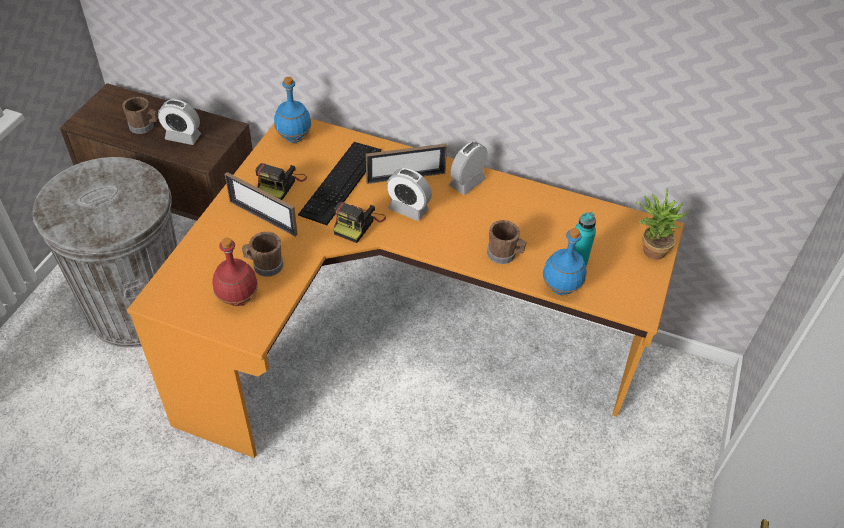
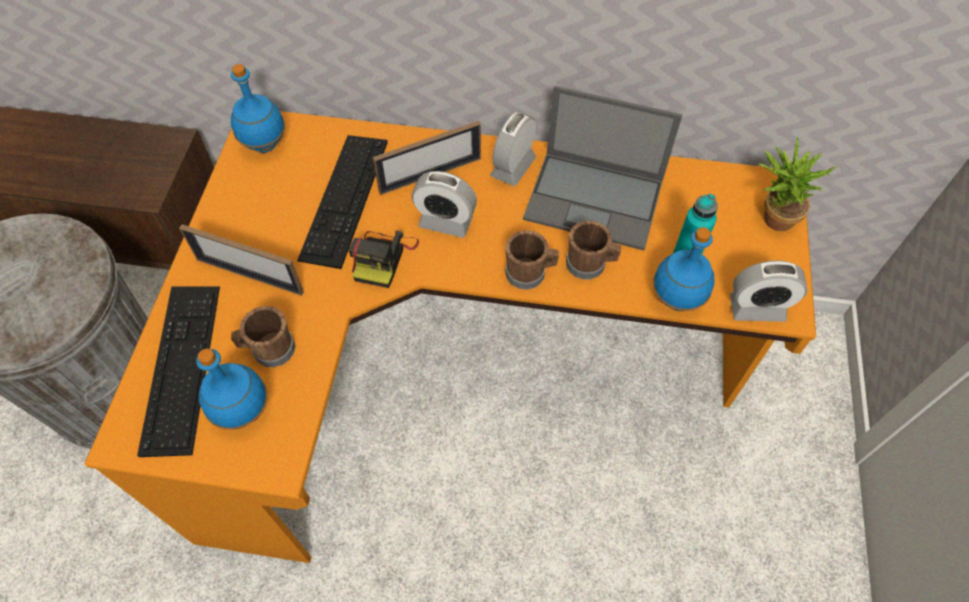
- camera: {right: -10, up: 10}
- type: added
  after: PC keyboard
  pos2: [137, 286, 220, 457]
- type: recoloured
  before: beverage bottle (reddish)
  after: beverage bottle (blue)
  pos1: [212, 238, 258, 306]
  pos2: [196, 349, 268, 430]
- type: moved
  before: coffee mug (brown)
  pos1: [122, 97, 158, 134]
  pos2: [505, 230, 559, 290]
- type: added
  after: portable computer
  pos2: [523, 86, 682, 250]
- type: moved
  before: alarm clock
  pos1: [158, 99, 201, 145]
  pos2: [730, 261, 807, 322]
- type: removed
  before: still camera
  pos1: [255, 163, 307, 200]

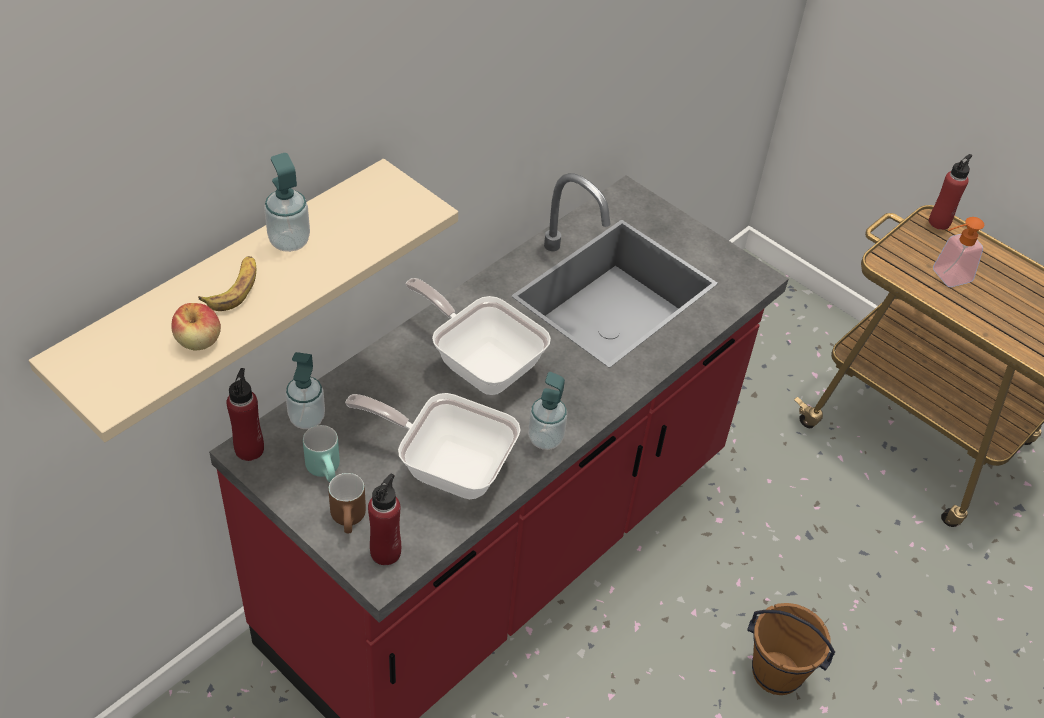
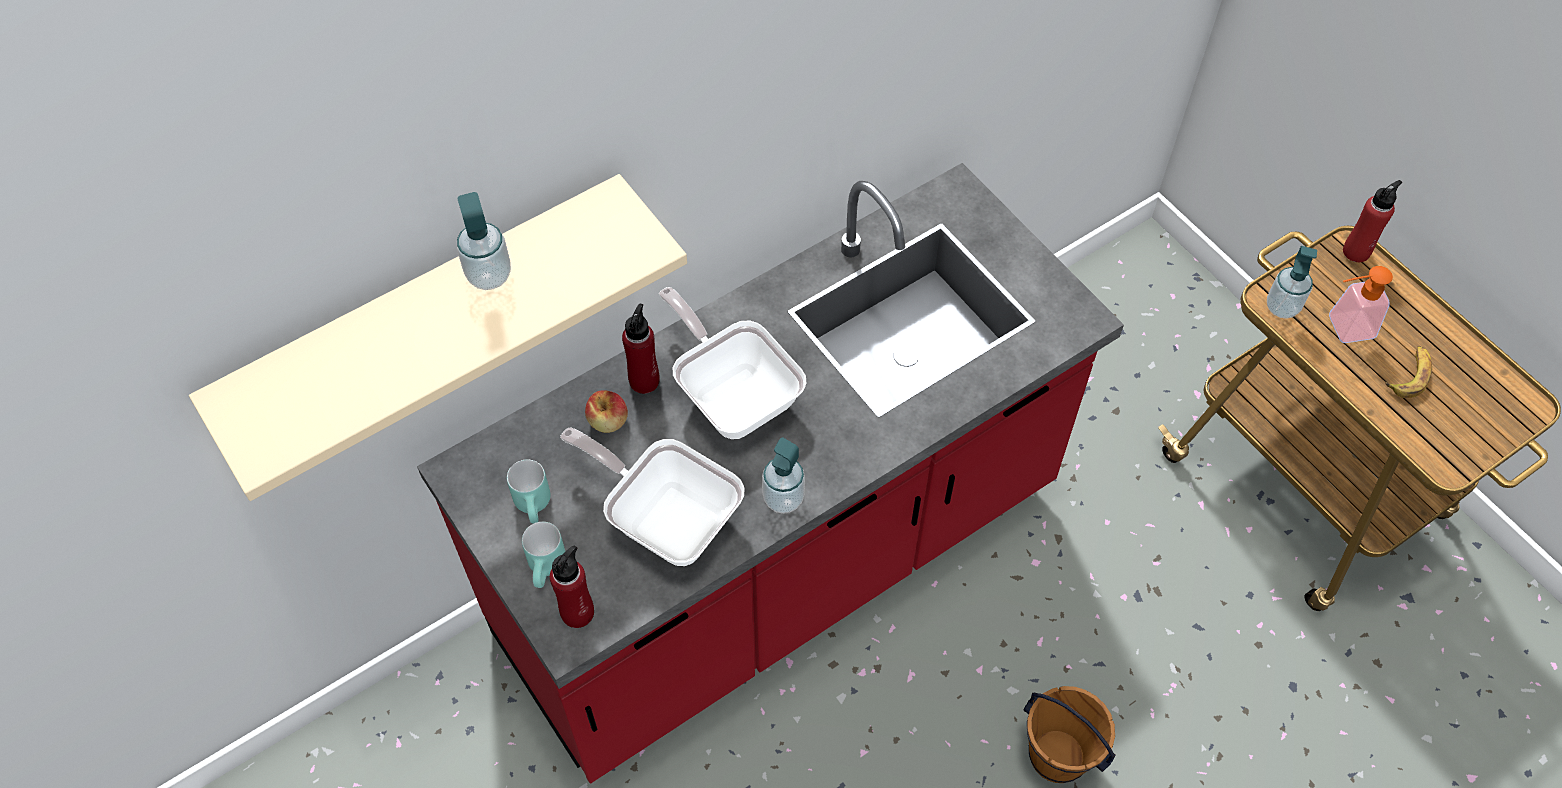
- camera: {right: 15, up: 10}
- type: recoloured
  before: coffee mug (brown)
  after: coffee mug (turquoise-coloured)
  pos1: [328, 473, 366, 533]
  pos2: [522, 522, 565, 588]
- type: moved
  before: apple
  pos1: [171, 303, 221, 350]
  pos2: [585, 390, 628, 433]
- type: moved
  before: beverage bottle (reddish)
  pos1: [226, 368, 264, 461]
  pos2: [622, 303, 660, 394]
- type: moved
  before: soap dispenser
  pos1: [285, 352, 325, 429]
  pos2: [1267, 246, 1317, 319]
- type: moved
  before: banana
  pos1: [198, 256, 256, 311]
  pos2: [1385, 346, 1432, 398]

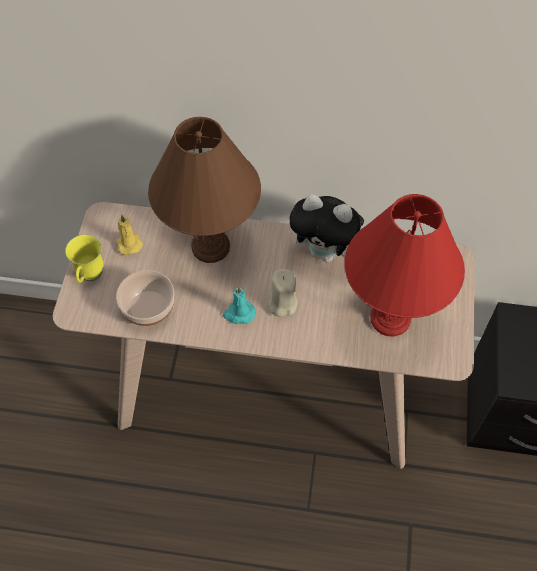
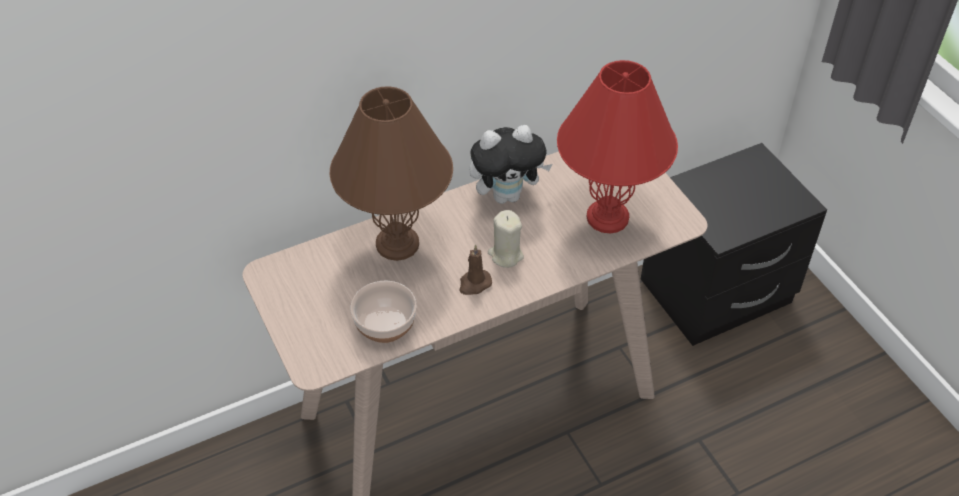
- camera: {right: -35, up: -10}
- type: recoloured
  before: wax light (turquoise-coloured)
  after: wax light (brown)
  pos1: [223, 286, 255, 324]
  pos2: [459, 244, 492, 295]
- type: removed
  before: coffee mug (yellow-coloured)
  pos1: [65, 234, 104, 283]
- type: removed
  before: wax light (yellow-coloured)
  pos1: [116, 215, 143, 255]

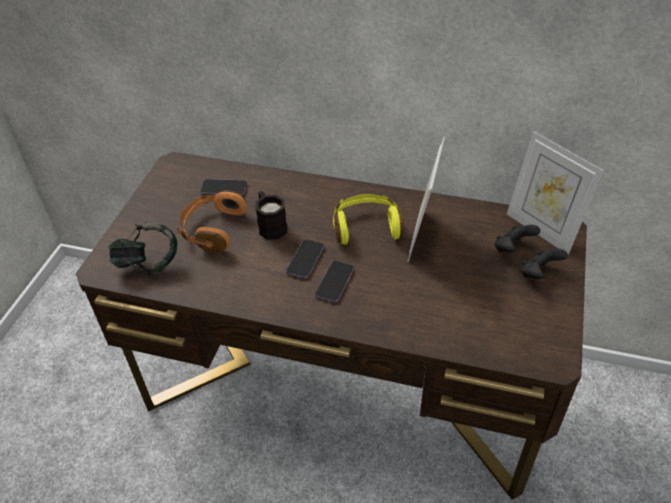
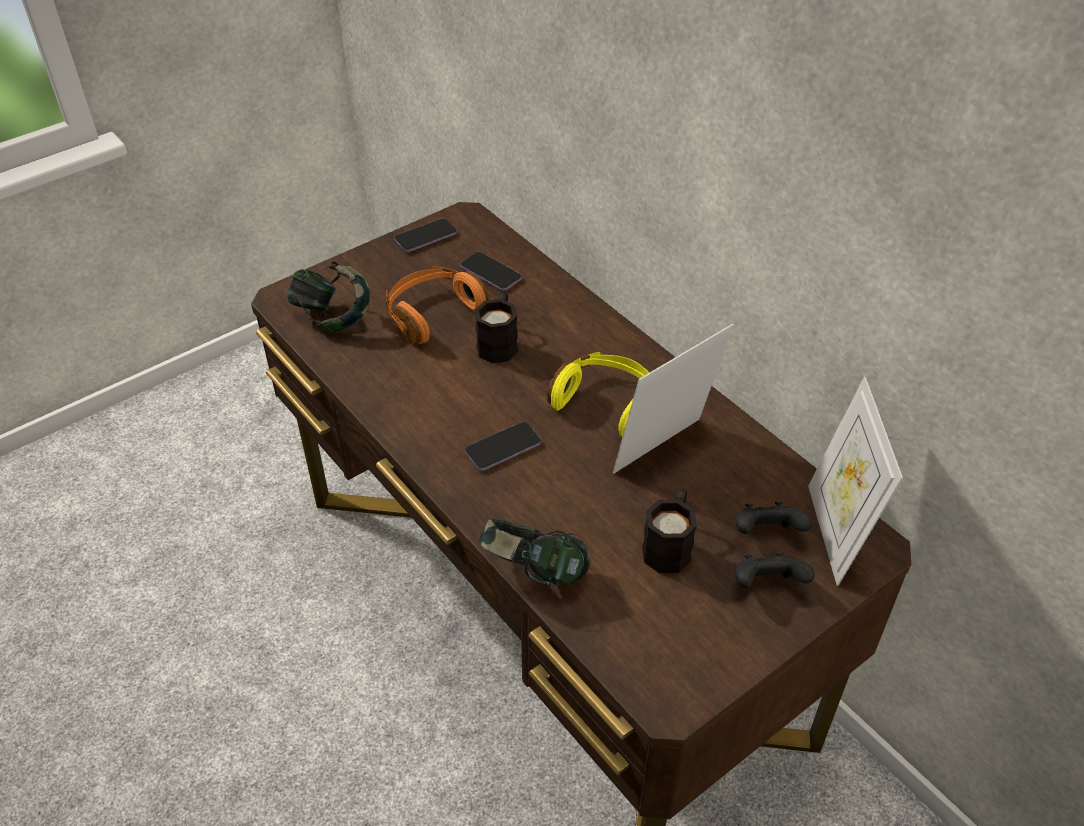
- camera: {right: 35, up: 0}
- type: moved
  before: handset
  pos1: [286, 239, 324, 279]
  pos2: [394, 218, 457, 252]
- type: added
  after: headset
  pos2: [479, 519, 590, 586]
- type: added
  after: coffee mug (black-coloured)
  pos2: [642, 488, 697, 573]

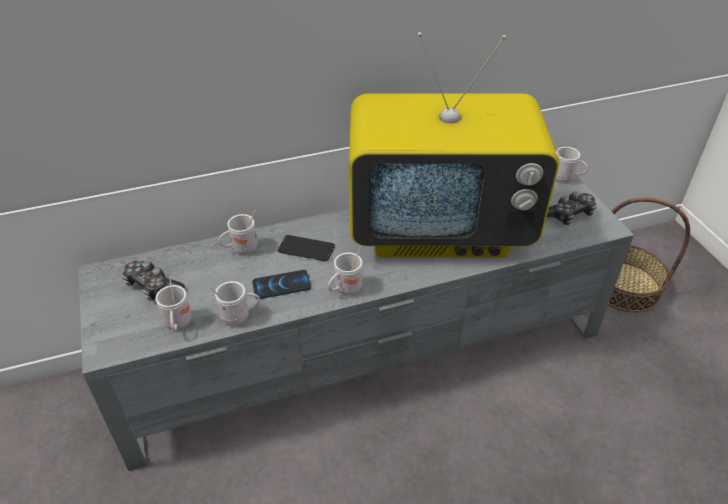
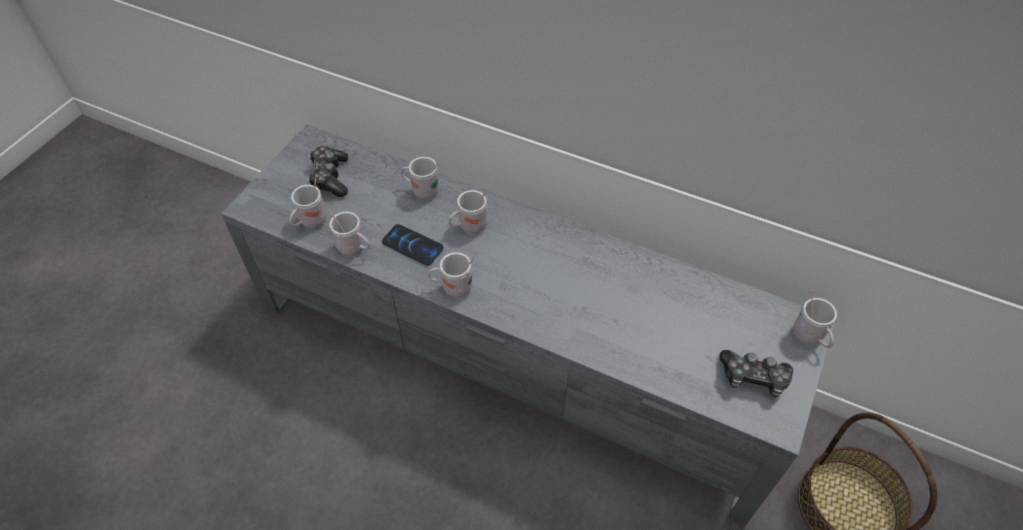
- camera: {right: 45, up: 10}
- type: replaced
  before: handset
  after: coffee mug (white)
  pos1: [278, 235, 335, 261]
  pos2: [448, 187, 487, 234]
- type: removed
  before: TV set
  pos1: [349, 32, 559, 257]

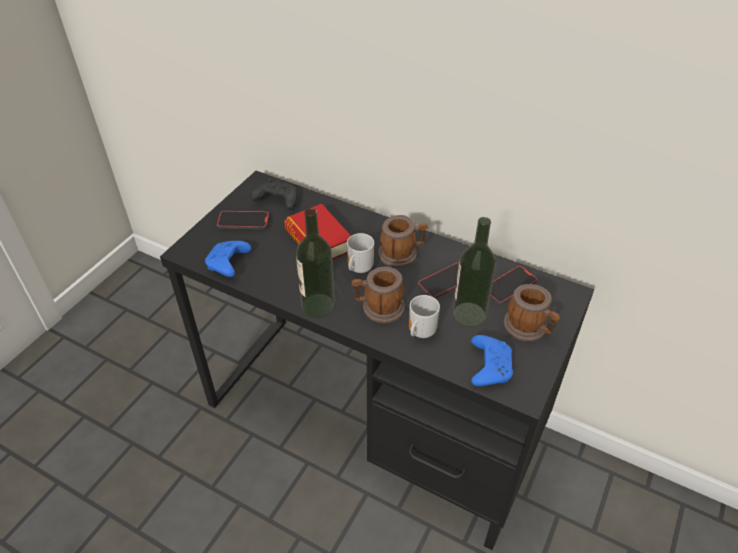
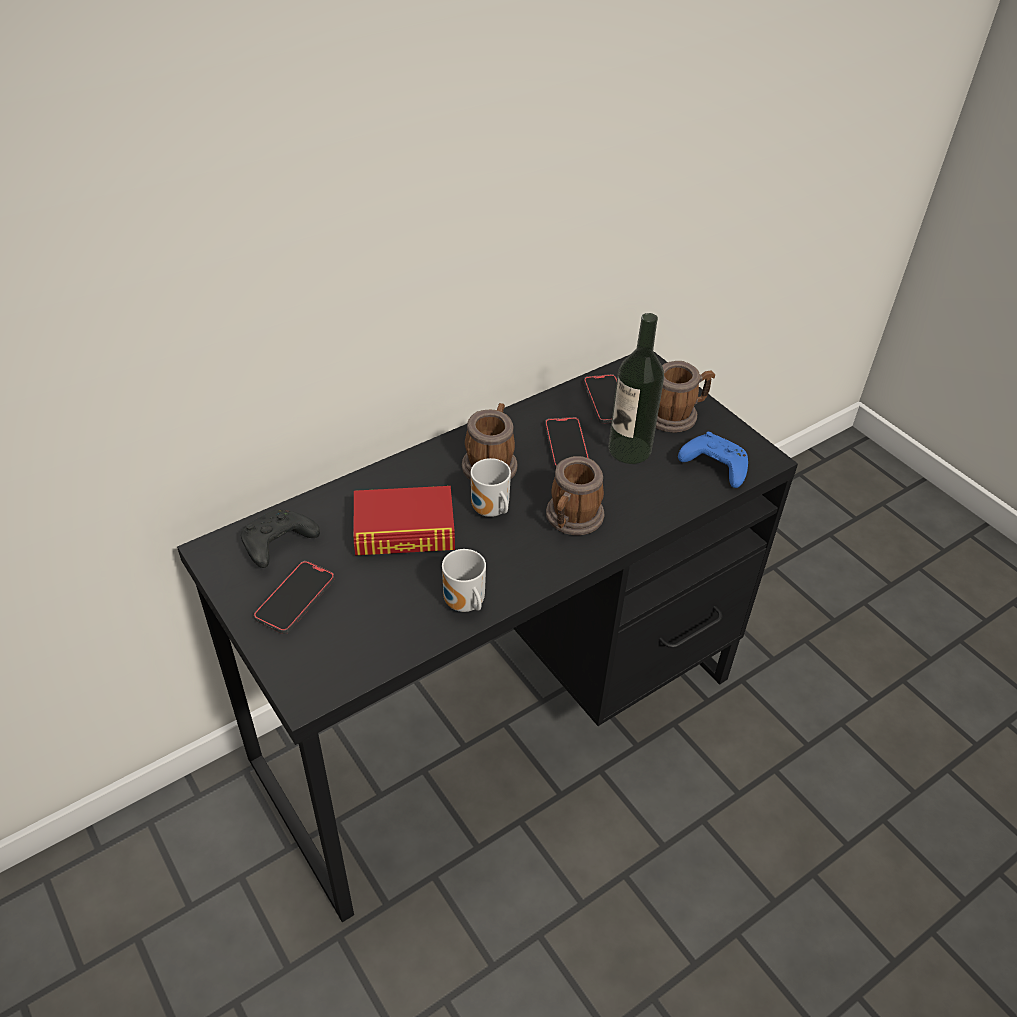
- camera: {right: -65, up: 0}
- type: moved
  before: coffee mug
  pos1: [409, 295, 440, 338]
  pos2: [442, 549, 486, 612]
- type: removed
  before: game controller (blue)
  pos1: [205, 241, 252, 277]
- type: removed
  before: beverage bottle
  pos1: [296, 208, 335, 318]

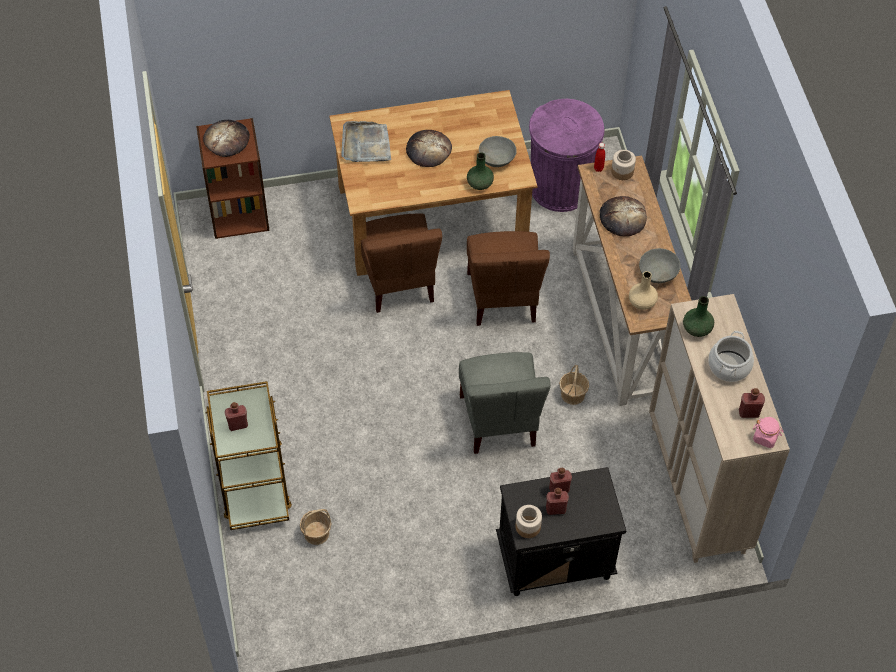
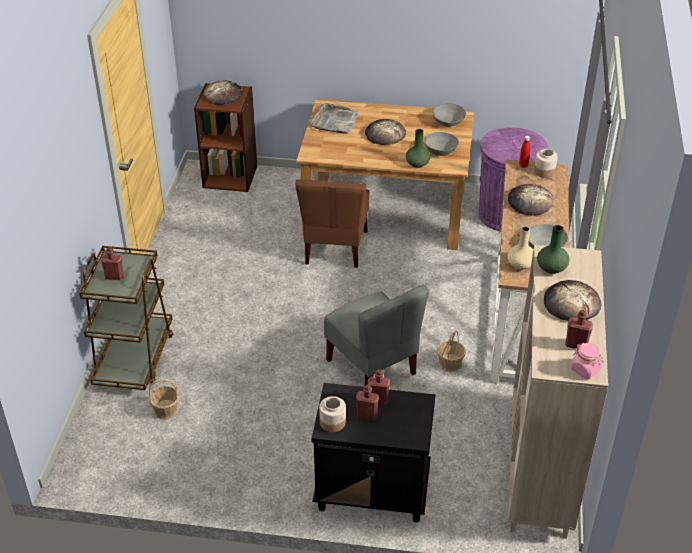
- camera: {right: 20, up: -15}
- type: turned
  before: chair (gray)
  pos1: [459, 352, 551, 454]
  pos2: [324, 285, 429, 385]
  turn: -45
- type: added
  after: deep dish (gray)
  pos2: [433, 103, 466, 127]
- type: replaced
  before: stockpot
  after: bread
  pos1: [708, 331, 754, 382]
  pos2: [544, 280, 601, 321]
- type: removed
  before: chair (brown)
  pos1: [467, 231, 550, 326]

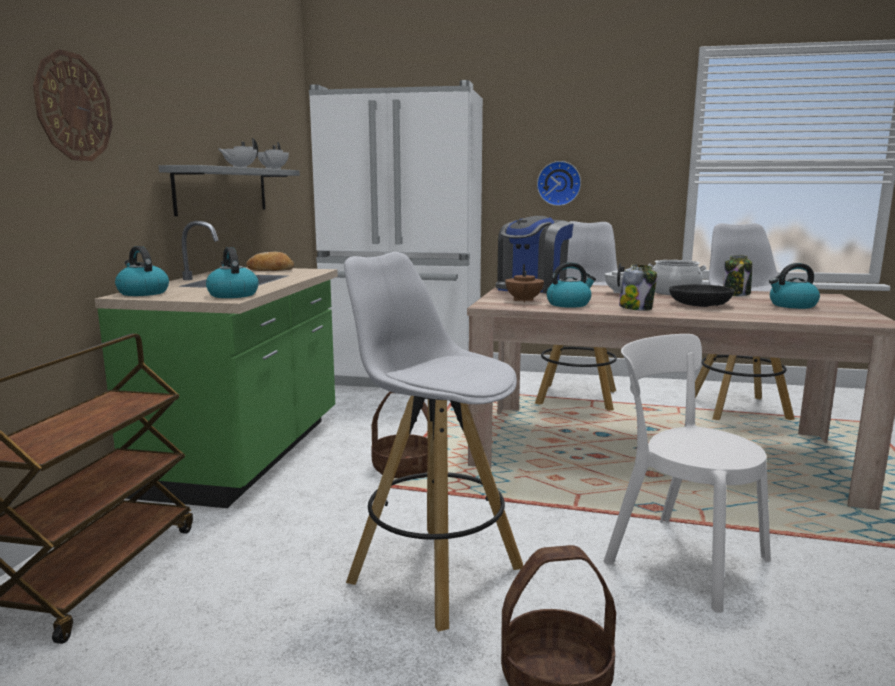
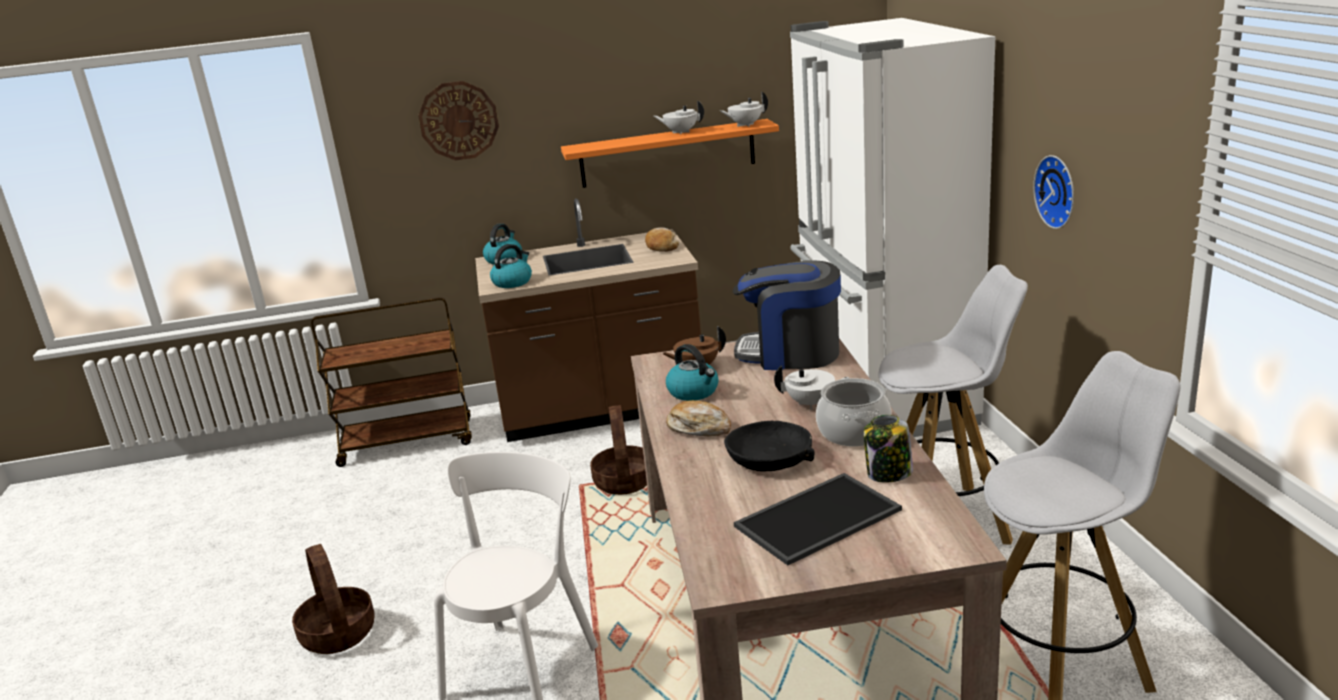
- camera: {right: 70, up: 10}
- type: recoloured
  before: counter (green-coloured)
  after: counter (brown)
  pos1: [95, 221, 338, 508]
  pos2: [475, 198, 701, 442]
- type: recoloured
  before: wall shelf (gray)
  after: wall shelf (orangey)
  pos1: [159, 165, 300, 216]
  pos2: [561, 119, 779, 188]
- type: replaced
  before: storage jar
  after: bread
  pos1: [619, 264, 657, 311]
  pos2: [666, 400, 731, 436]
- type: replaced
  before: water kettle
  after: tray
  pos1: [769, 263, 820, 309]
  pos2: [734, 473, 902, 565]
- type: removed
  before: stool seat (white)
  pos1: [344, 252, 523, 632]

